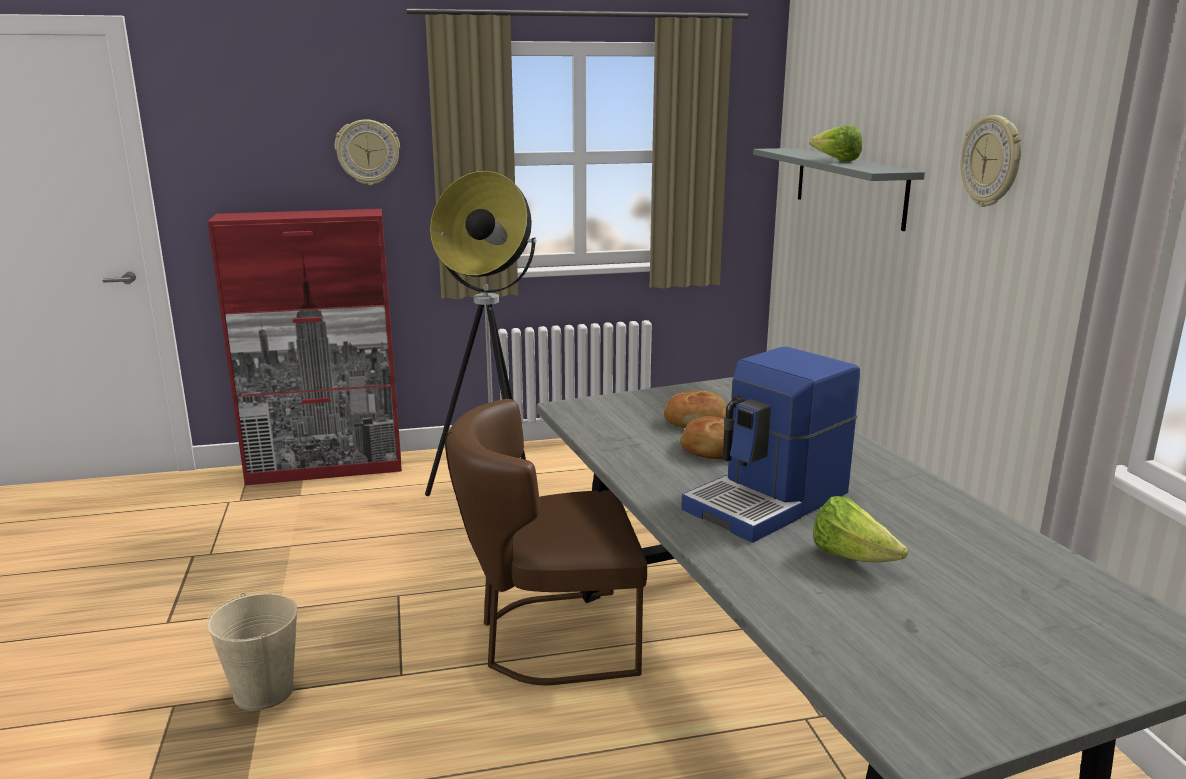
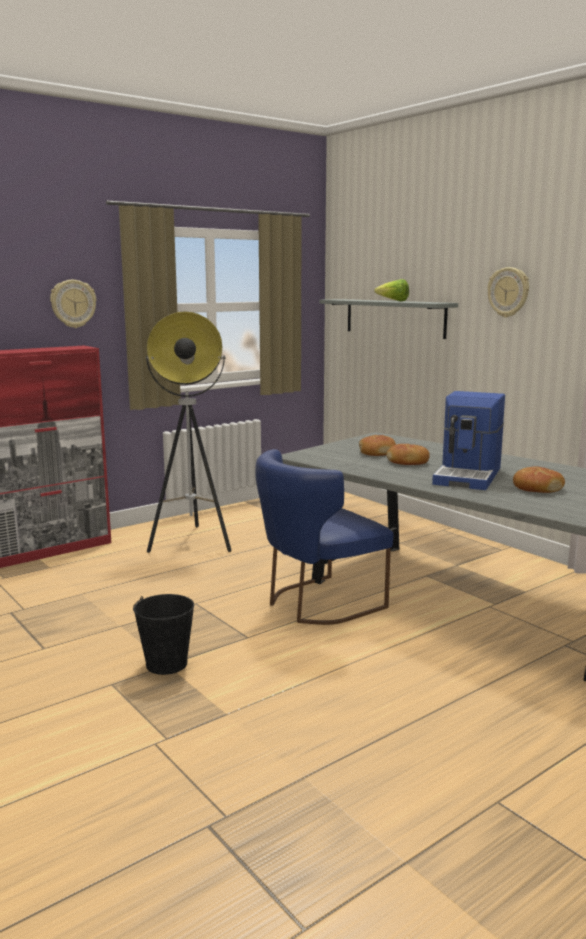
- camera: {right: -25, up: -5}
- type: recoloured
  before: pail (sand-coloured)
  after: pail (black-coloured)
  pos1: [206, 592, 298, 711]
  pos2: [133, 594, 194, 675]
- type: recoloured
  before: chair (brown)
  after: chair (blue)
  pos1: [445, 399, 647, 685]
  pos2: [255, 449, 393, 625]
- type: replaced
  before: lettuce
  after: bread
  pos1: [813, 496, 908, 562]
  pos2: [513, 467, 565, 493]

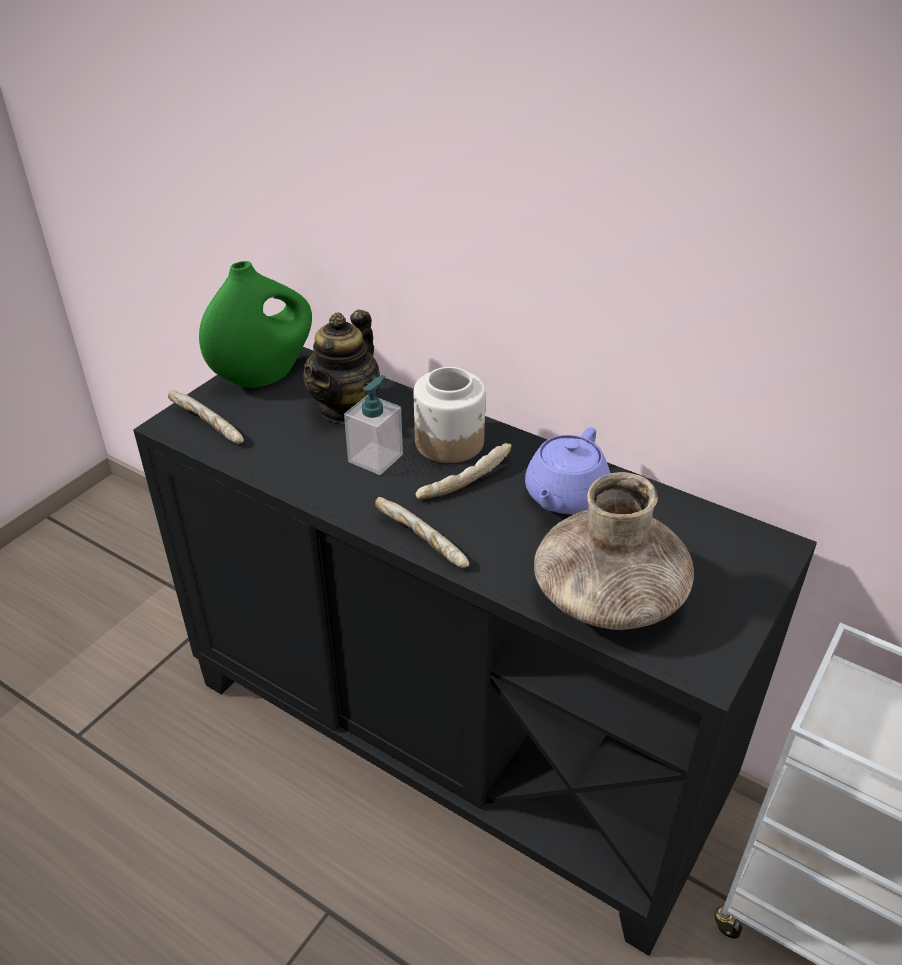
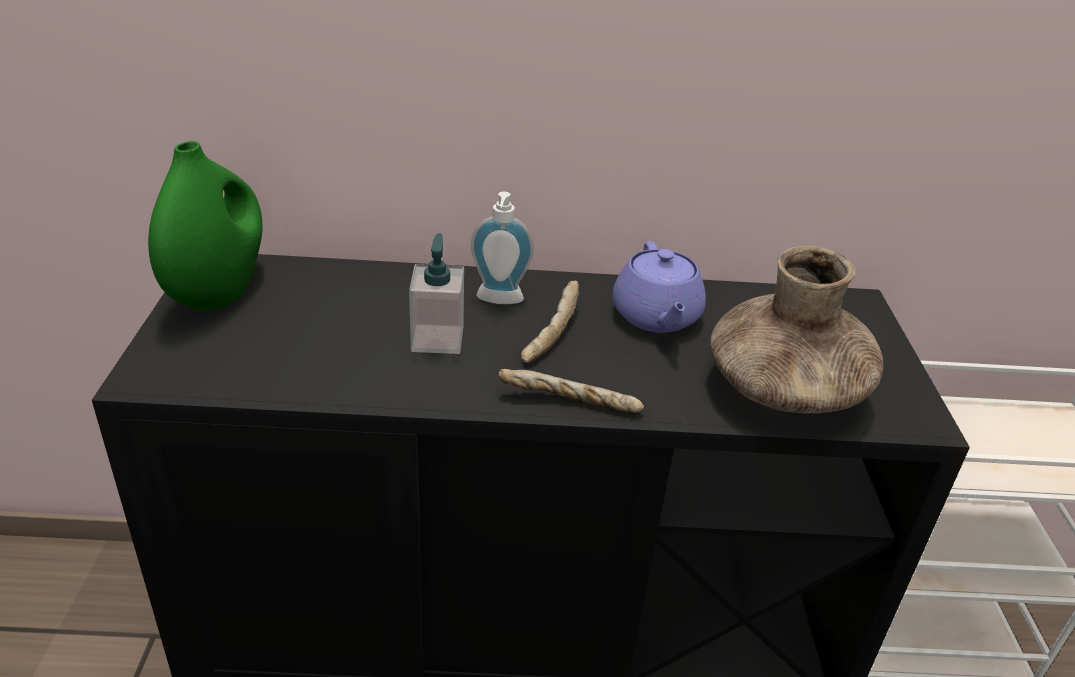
- camera: {right: -35, up: -5}
- type: replaced
  before: storage jar
  after: soap dispenser
  pos1: [413, 367, 486, 463]
  pos2: [471, 192, 534, 304]
- type: removed
  before: bread
  pos1: [168, 390, 244, 444]
- type: removed
  before: tea pot
  pos1: [303, 310, 380, 424]

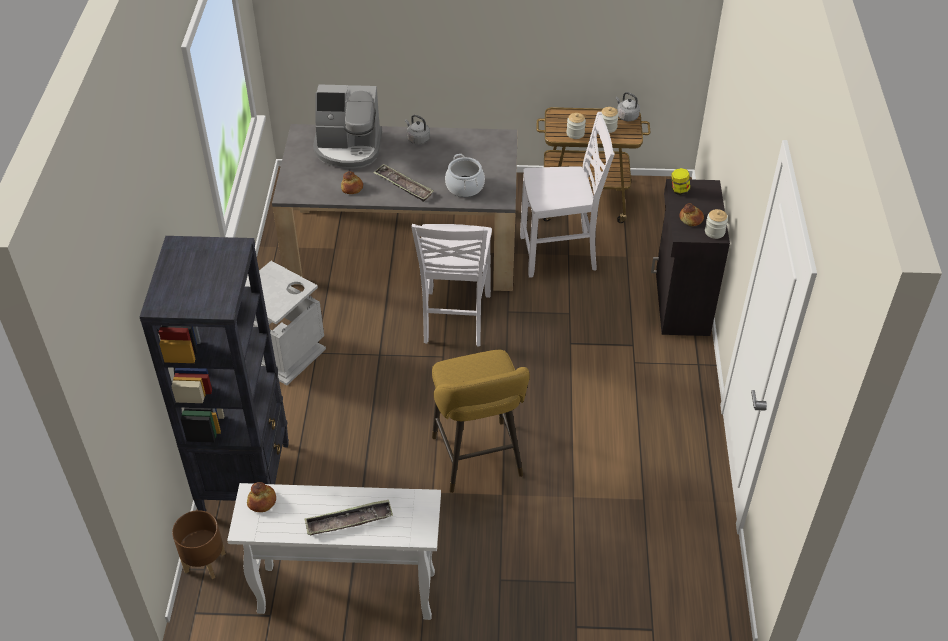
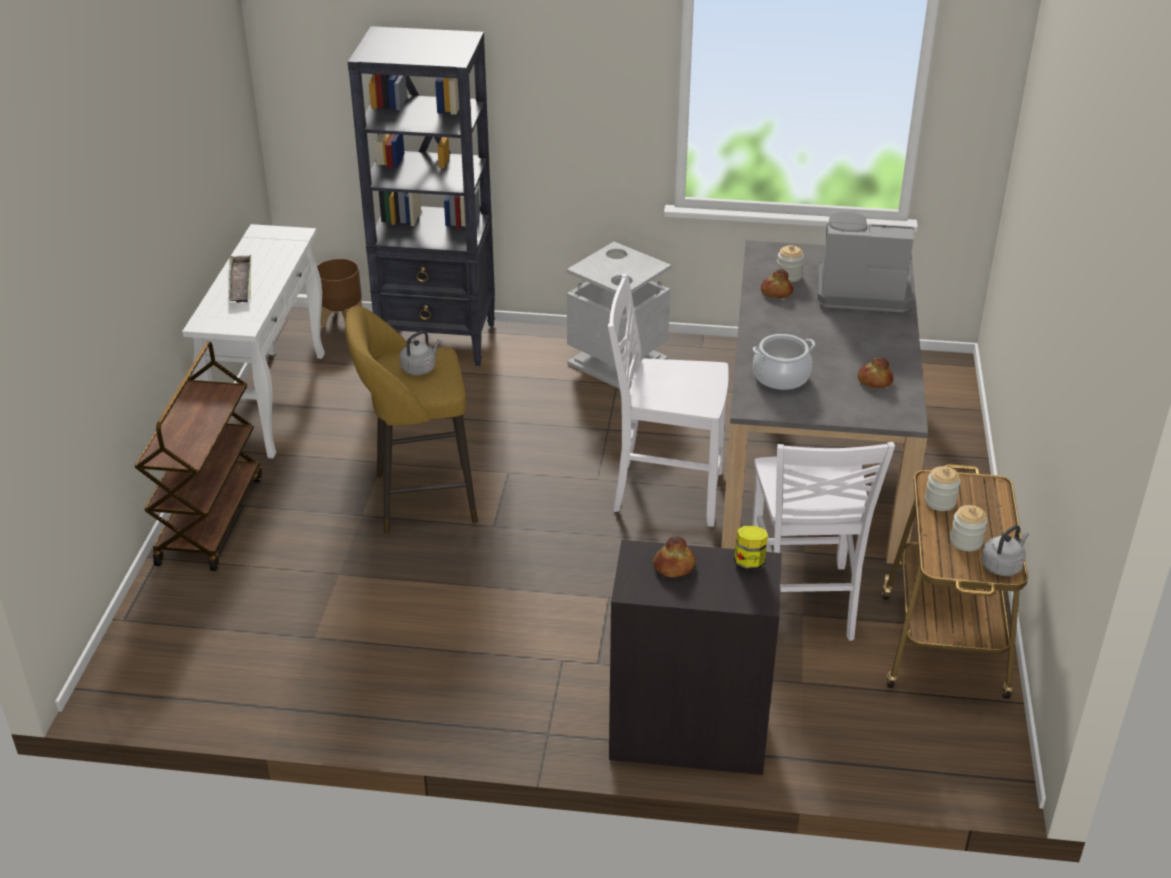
- camera: {right: 95, up: -10}
- type: added
  after: trolley (brown)
  pos2: [135, 342, 262, 571]
- type: moved
  before: water kettle (gray)
  pos1: [405, 115, 430, 145]
  pos2: [400, 331, 441, 376]
- type: moved
  before: storage jar
  pos1: [705, 209, 728, 239]
  pos2: [777, 245, 804, 282]
- type: turned
  before: coffee maker
  pos1: [313, 84, 382, 168]
  pos2: [818, 212, 914, 312]
  turn: 90
- type: moved
  before: bread
  pos1: [247, 482, 276, 512]
  pos2: [858, 357, 893, 388]
- type: removed
  before: tray
  pos1: [373, 164, 434, 202]

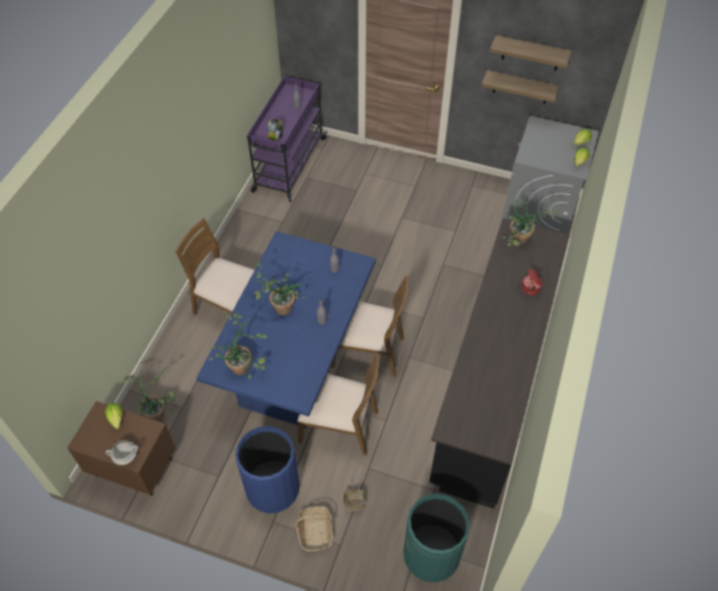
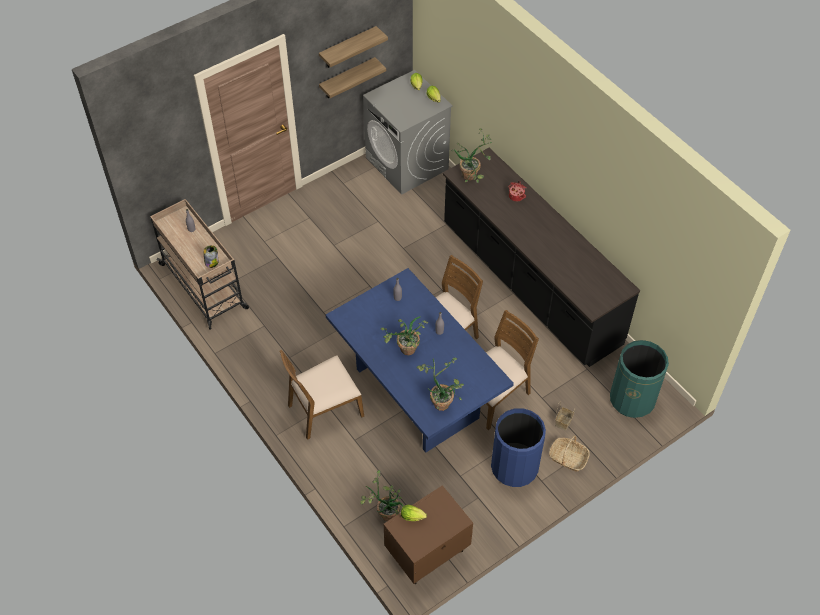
- camera: {right: -55, up: 0}
- type: recoloured
  before: trolley (purple)
  after: trolley (sand-coloured)
  pos1: [247, 76, 327, 202]
  pos2: [150, 199, 249, 330]
- type: removed
  before: stockpot (white)
  pos1: [106, 440, 139, 465]

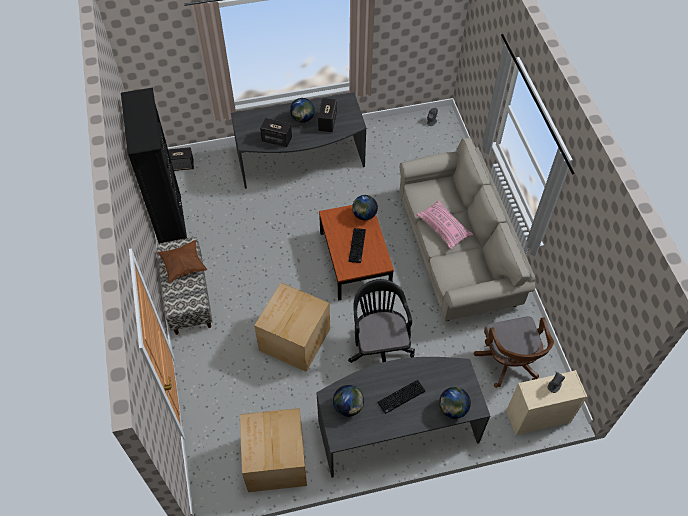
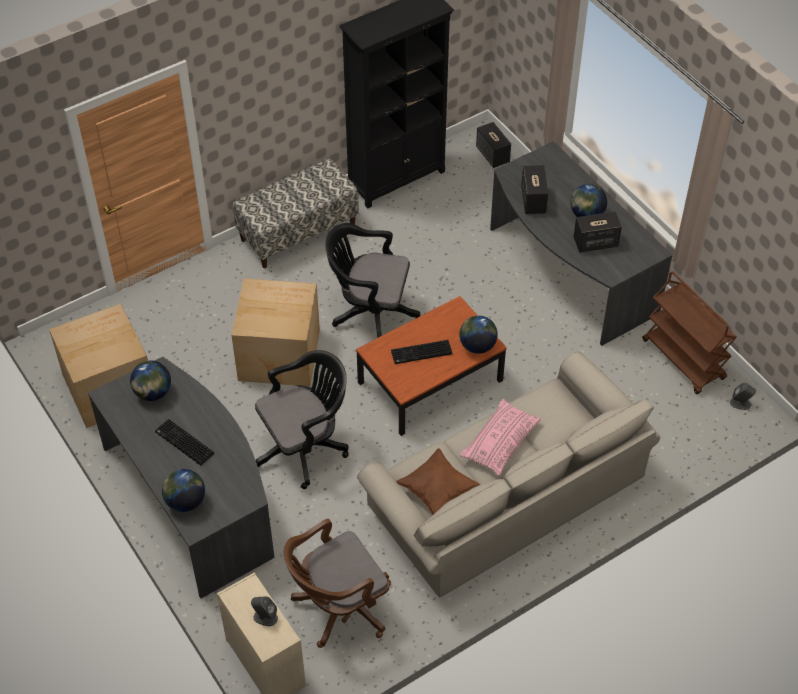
- camera: {right: 70, up: -5}
- type: added
  after: computer chair (black-coloured)
  pos2: [325, 223, 420, 338]
- type: moved
  before: pillow (brown)
  pos1: [158, 240, 207, 283]
  pos2: [396, 448, 480, 515]
- type: added
  after: trolley (brown)
  pos2: [642, 271, 737, 394]

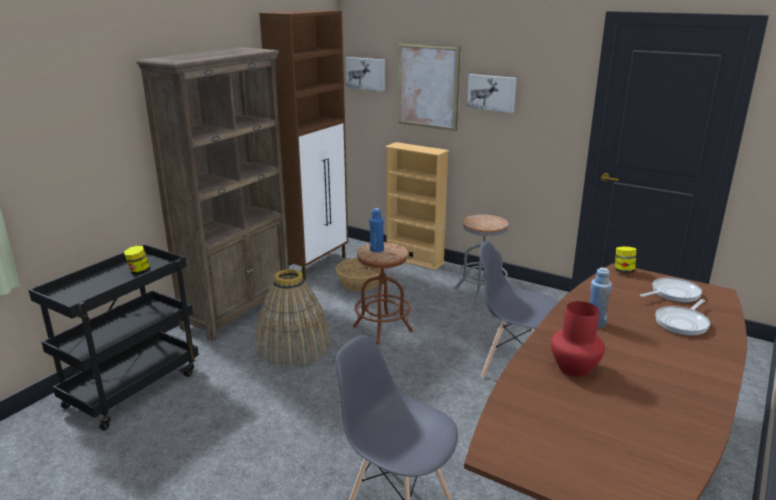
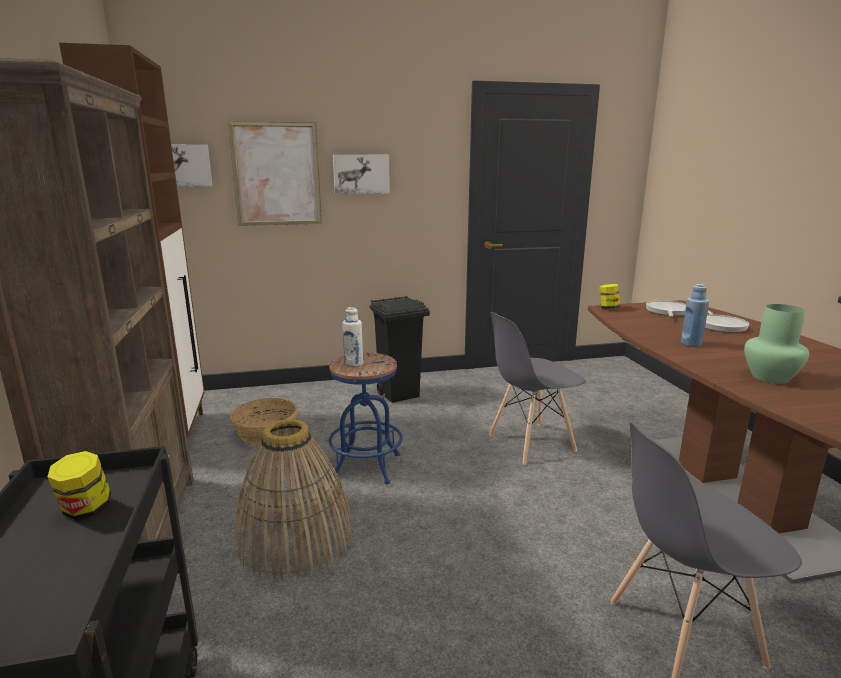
- camera: {right: -45, up: -5}
- type: recoloured
  before: stool seat (brown)
  after: stool seat (blue)
  pos1: [353, 242, 413, 345]
  pos2: [329, 353, 403, 484]
- type: recoloured
  before: beverage bottle (blue)
  after: beverage bottle (white)
  pos1: [369, 208, 384, 252]
  pos2: [342, 307, 363, 367]
- type: replaced
  before: stool seat (gray)
  after: waste bin (black-coloured)
  pos1: [454, 214, 509, 305]
  pos2: [370, 296, 430, 403]
- type: recoloured
  before: decorative vase (reddish)
  after: decorative vase (green-coloured)
  pos1: [551, 301, 605, 377]
  pos2: [744, 304, 809, 384]
- type: removed
  before: bookcase (sand-coloured)
  pos1: [385, 142, 449, 270]

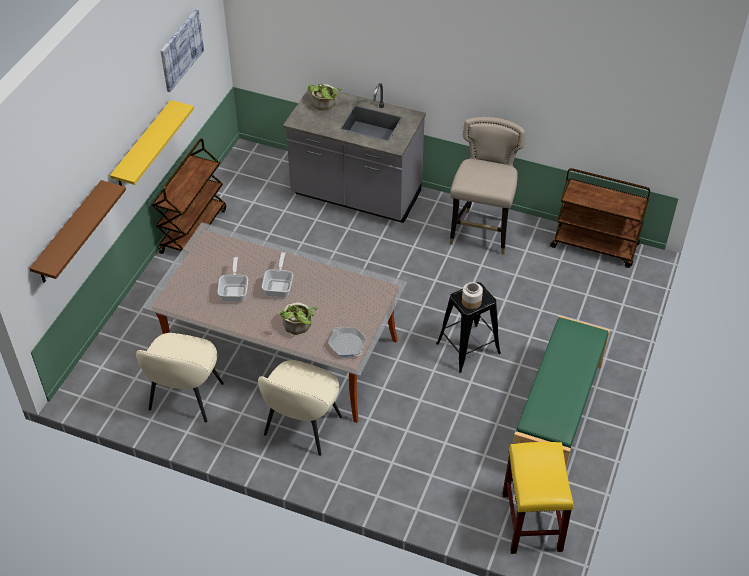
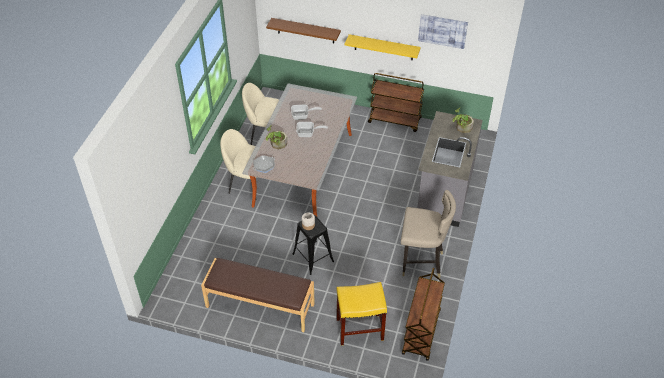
- camera: {right: 85, up: 0}
- type: recoloured
  before: bench (green-coloured)
  after: bench (brown)
  pos1: [513, 316, 610, 468]
  pos2: [201, 258, 315, 332]
- type: moved
  before: stool seat (yellow-coloured)
  pos1: [502, 442, 573, 554]
  pos2: [336, 282, 387, 345]

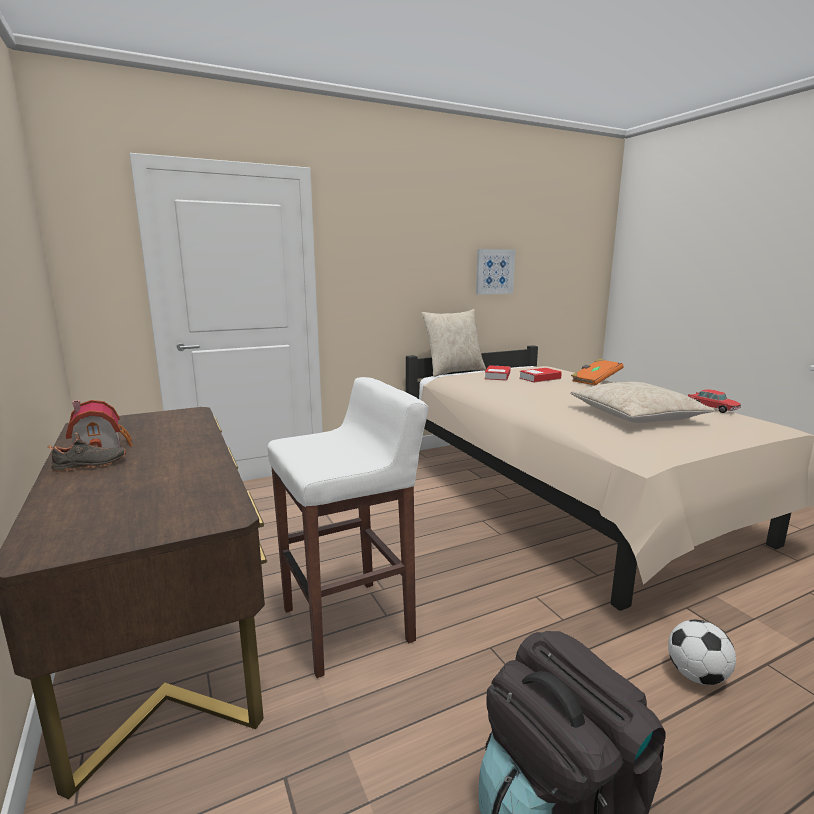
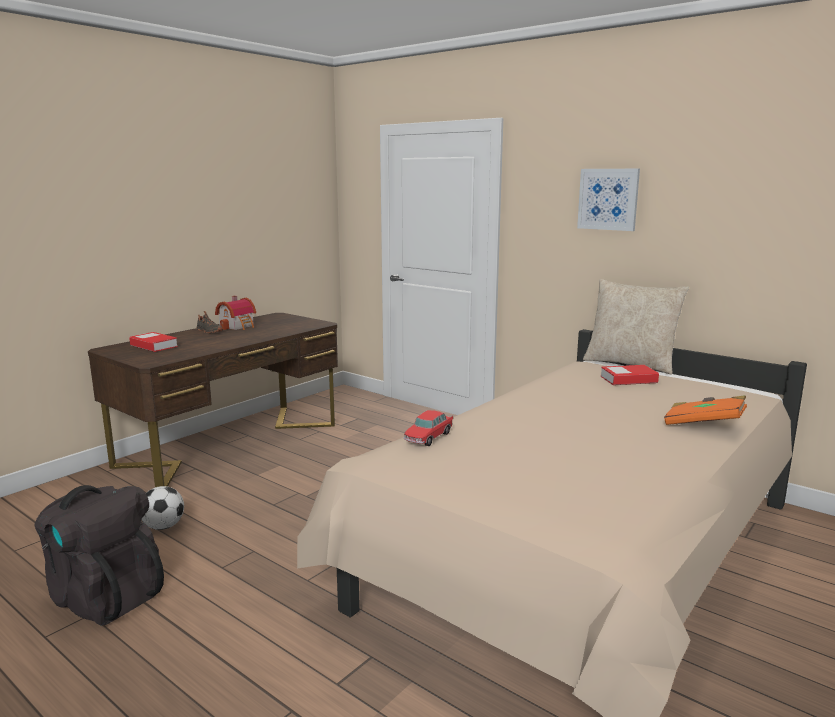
- camera: {right: 65, up: 0}
- type: moved
  before: volume
  pos1: [520, 368, 562, 382]
  pos2: [129, 332, 178, 352]
- type: moved
  before: football ball
  pos1: [668, 620, 736, 685]
  pos2: [141, 486, 184, 530]
- type: moved
  before: model car
  pos1: [688, 389, 741, 413]
  pos2: [404, 410, 453, 446]
- type: moved
  before: wall art
  pos1: [476, 249, 515, 295]
  pos2: [577, 169, 640, 231]
- type: removed
  before: stool seat (white)
  pos1: [267, 377, 428, 678]
- type: removed
  before: pillow (sand-coloured)
  pos1: [570, 382, 715, 423]

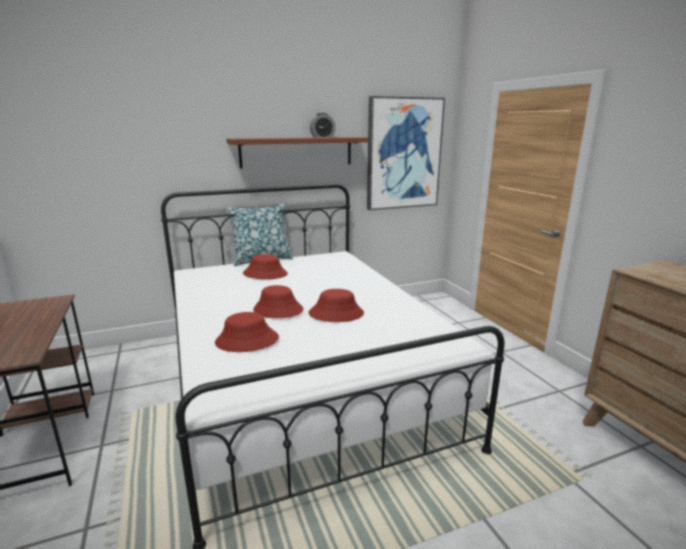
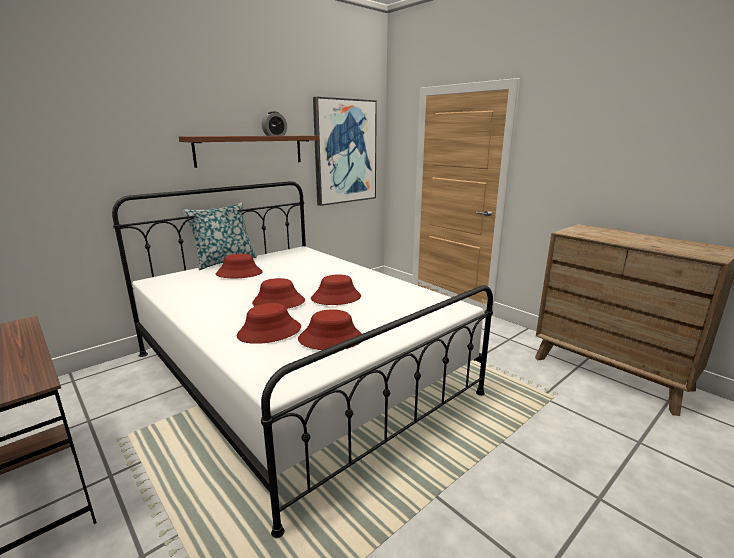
- camera: {right: -20, up: 0}
- type: added
  after: clothing hat (reddish)
  pos2: [298, 309, 362, 350]

